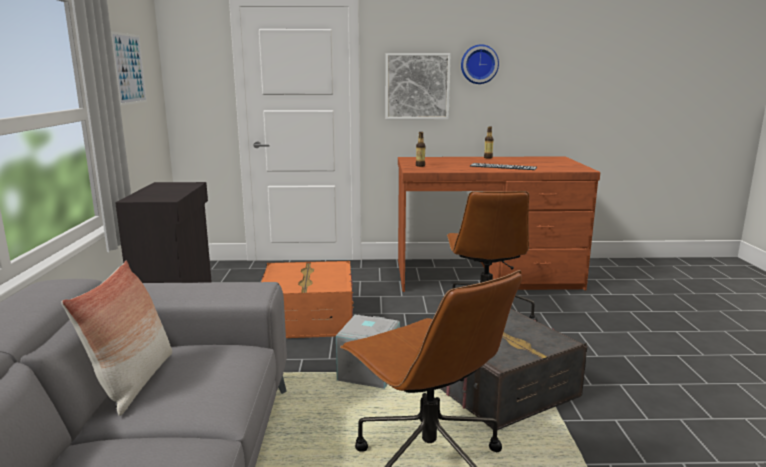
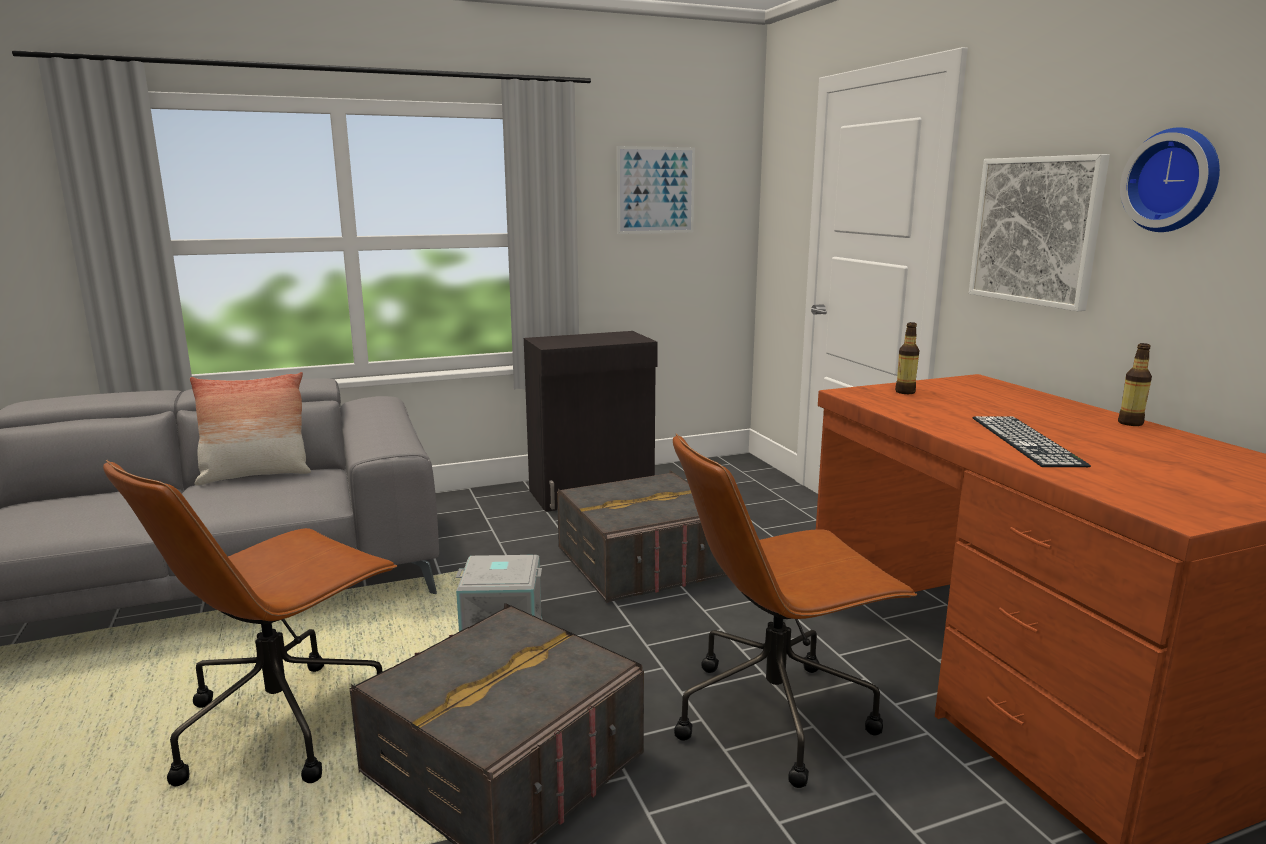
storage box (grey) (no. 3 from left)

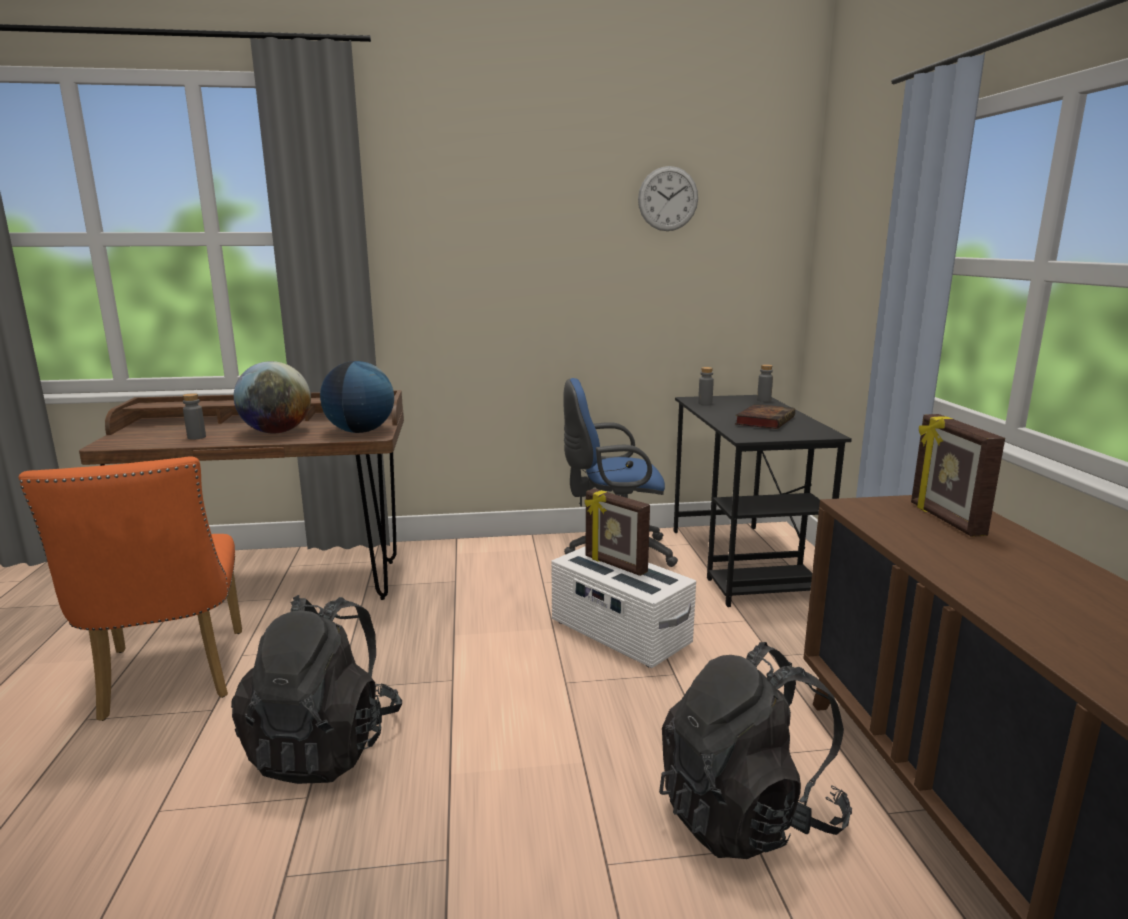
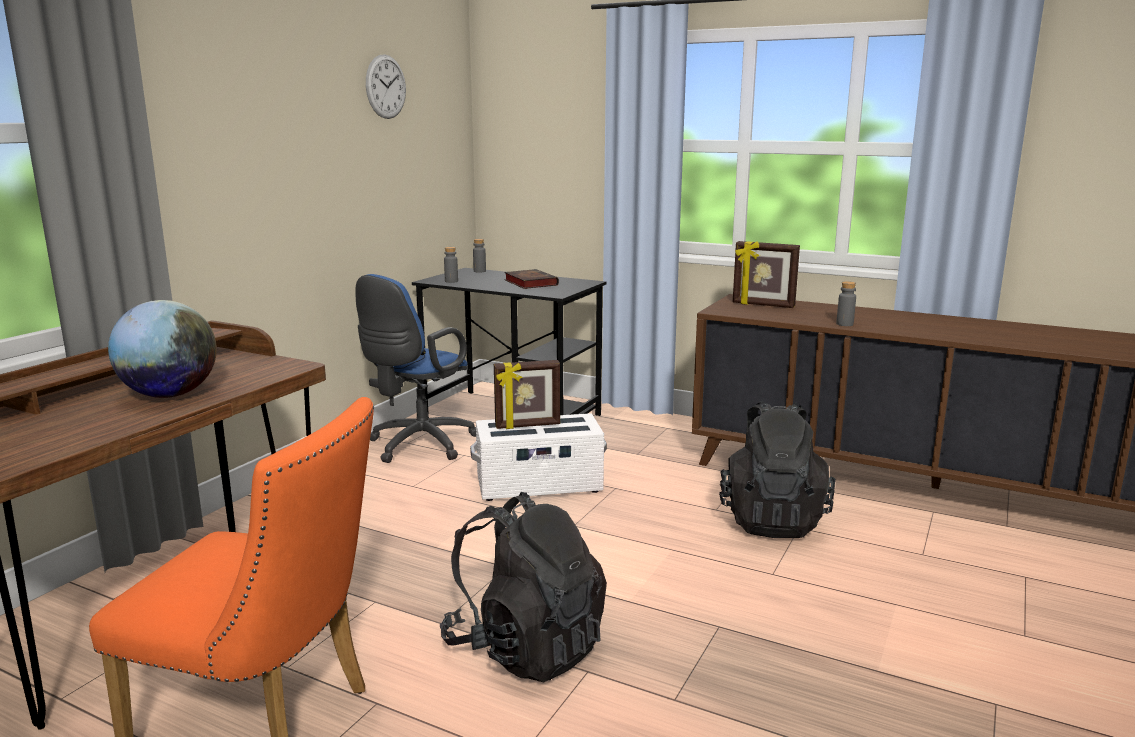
globe (no. 2 from left in the first image); bottle (grey) (no. 3 from left)

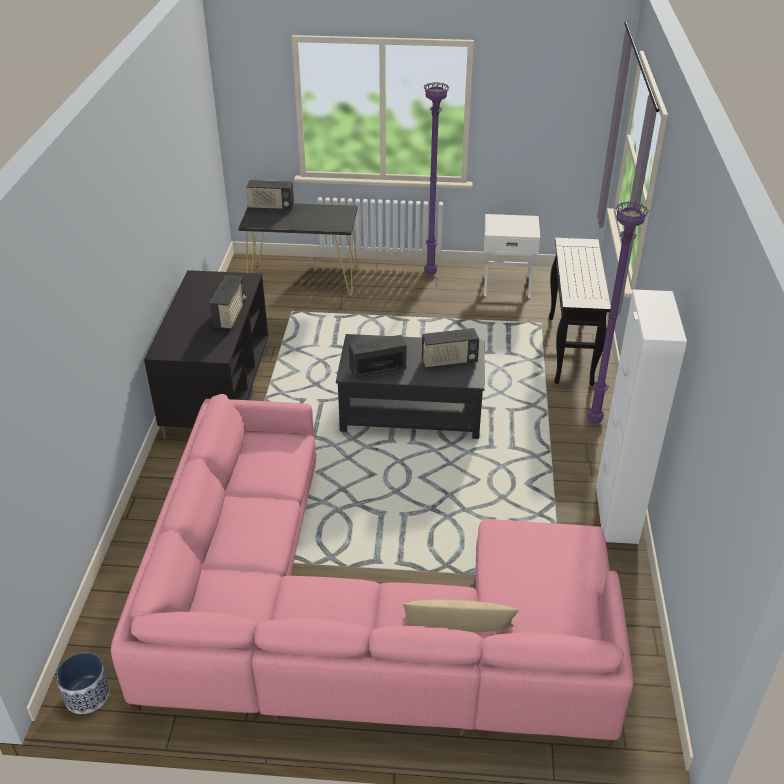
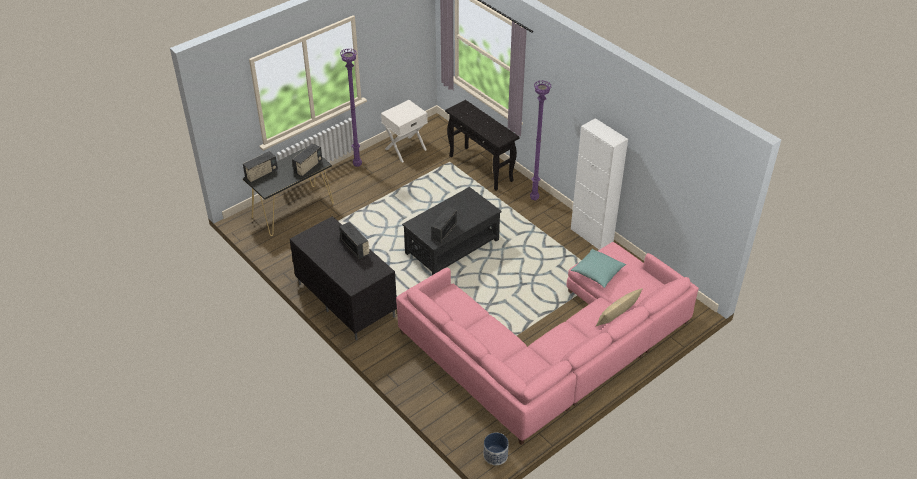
radio (no. 2 from left); pillow (turquoise)

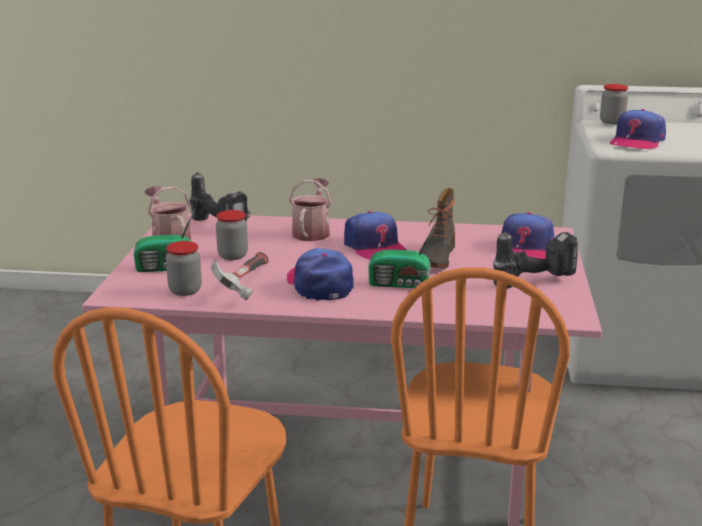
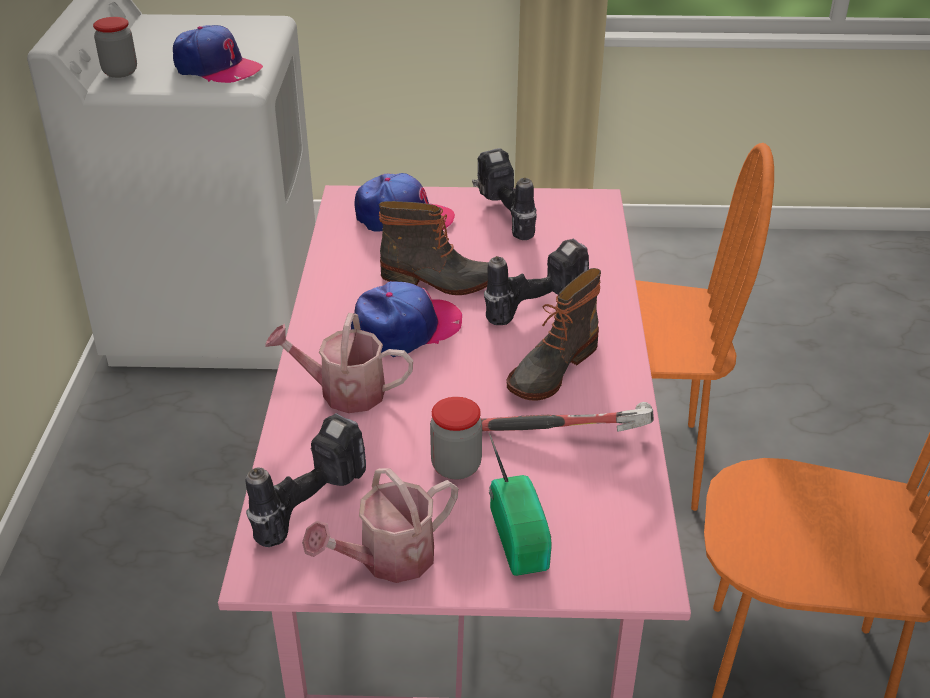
power drill (no. 3 from left); jar (no. 1 from left in the first image); boot (no. 2 from left)

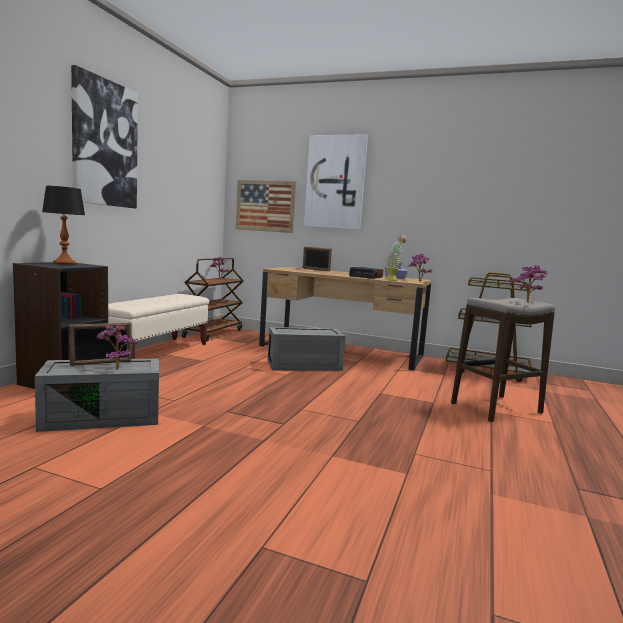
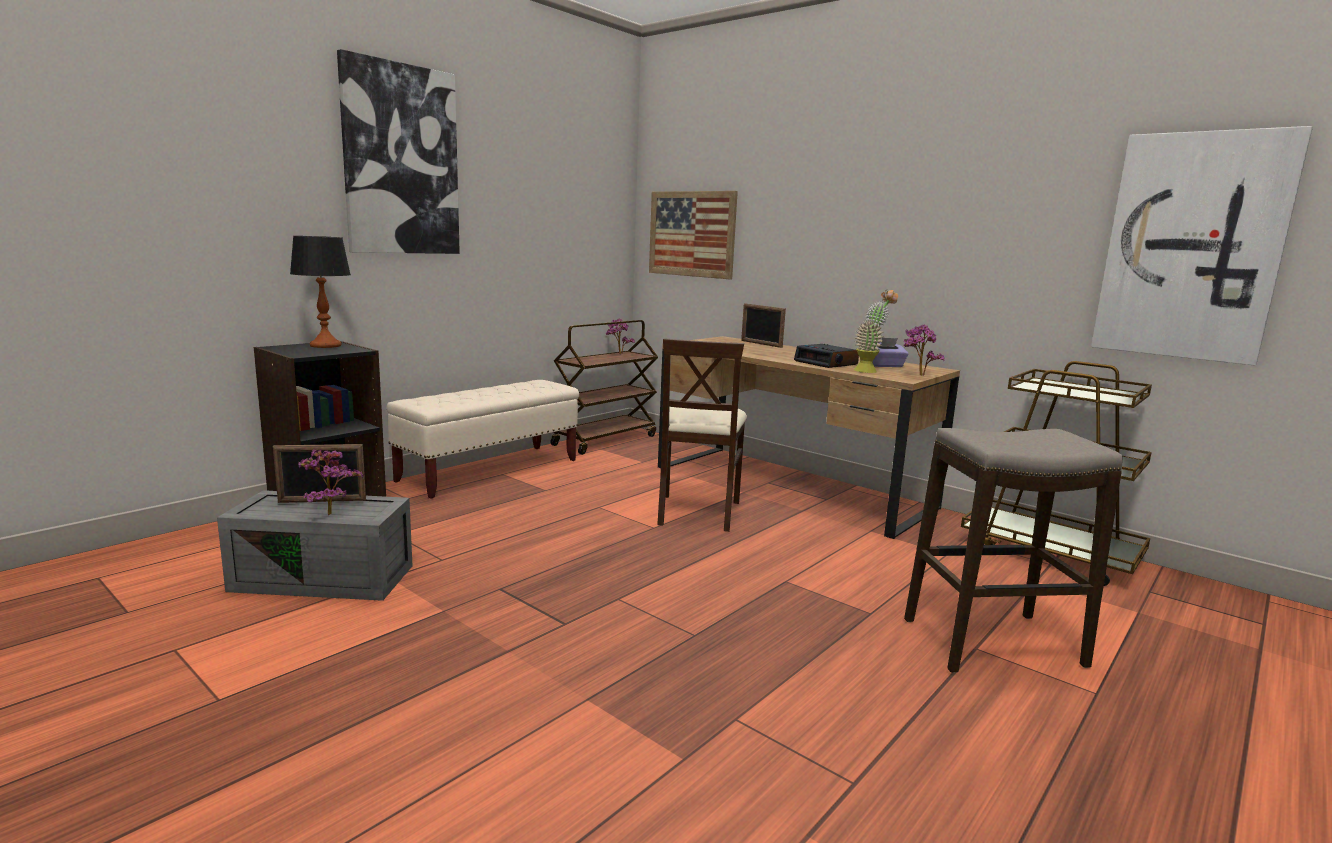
picture (no. 3 from left); potted plant (no. 5 from left in the first image); chair (beige)

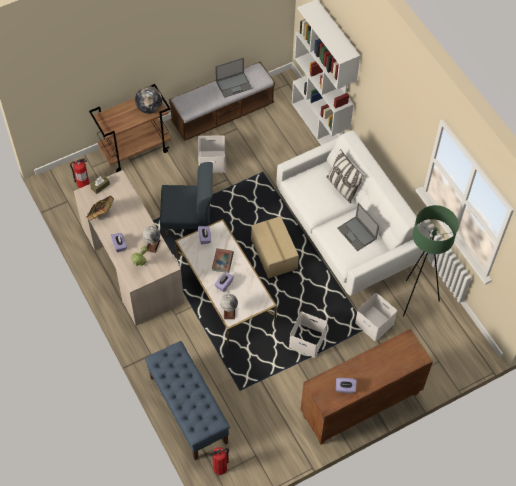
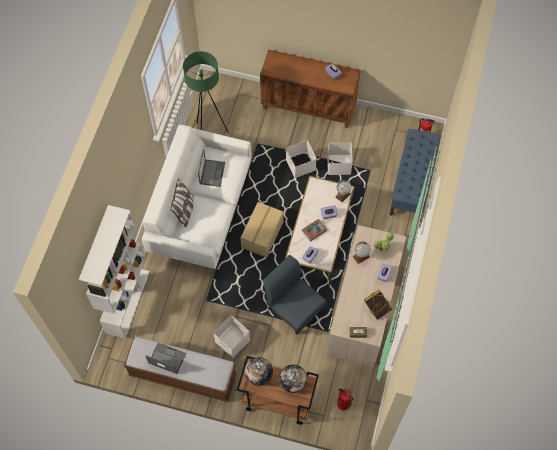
storage box (white) (no. 3 from left); globe (no. 2 from left)

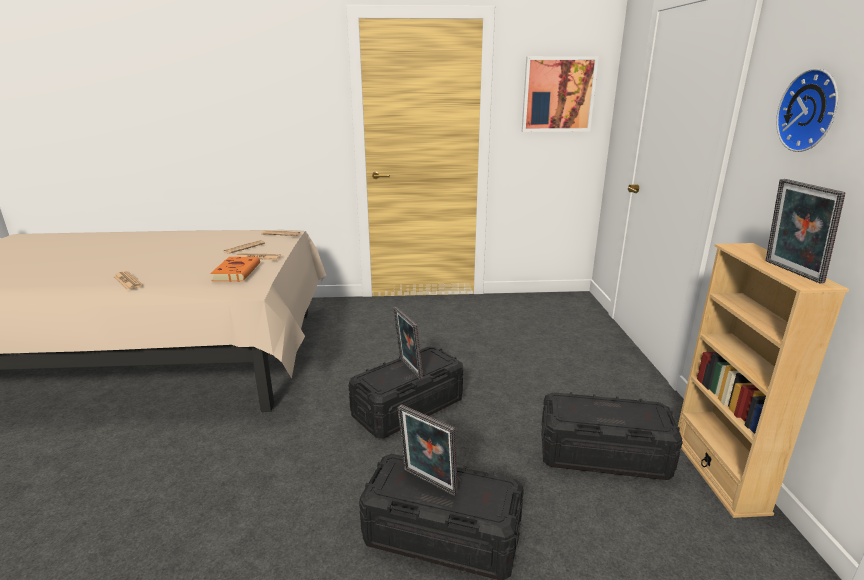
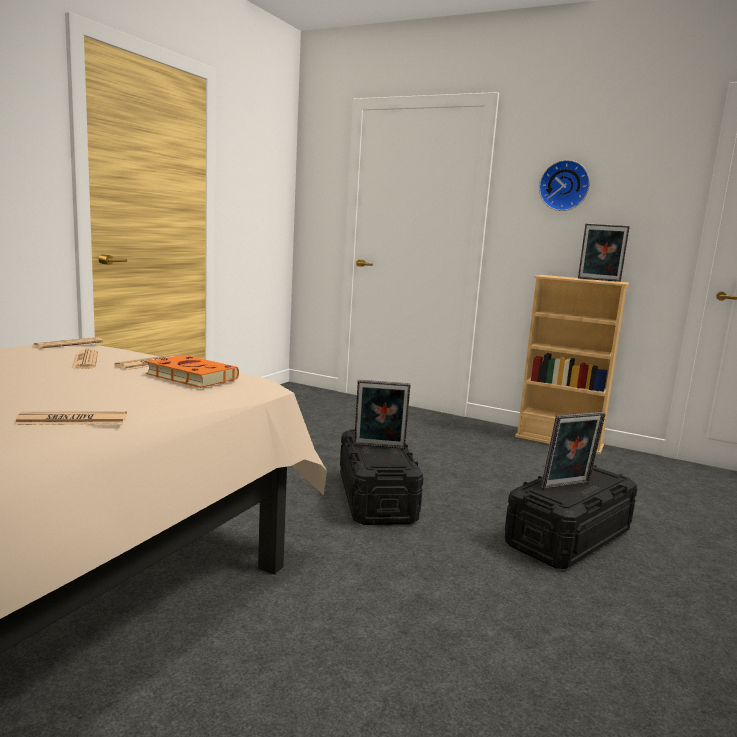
picture; storage box (black) (no. 3 from left in the first image)

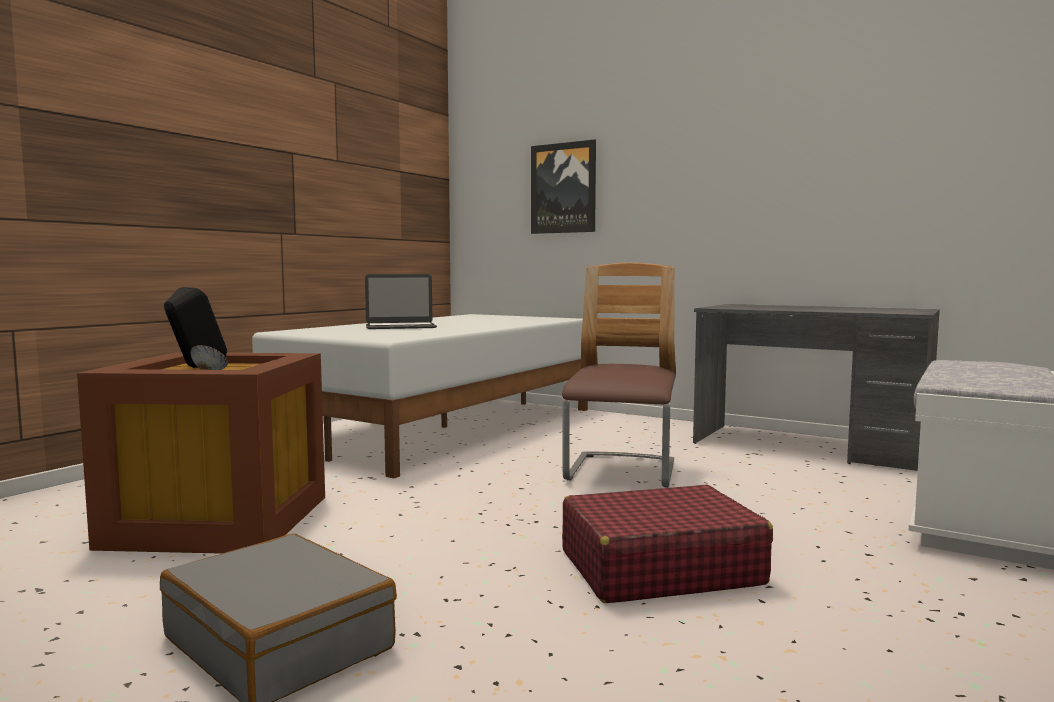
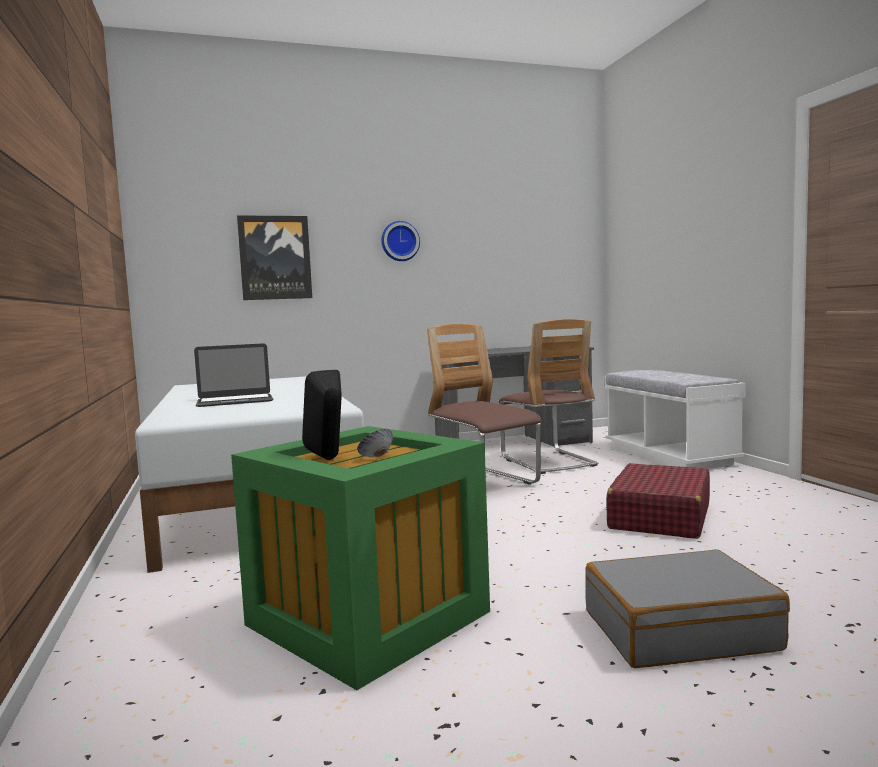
laptop; storage box (green); wall clock; chair (no. 2 from left)

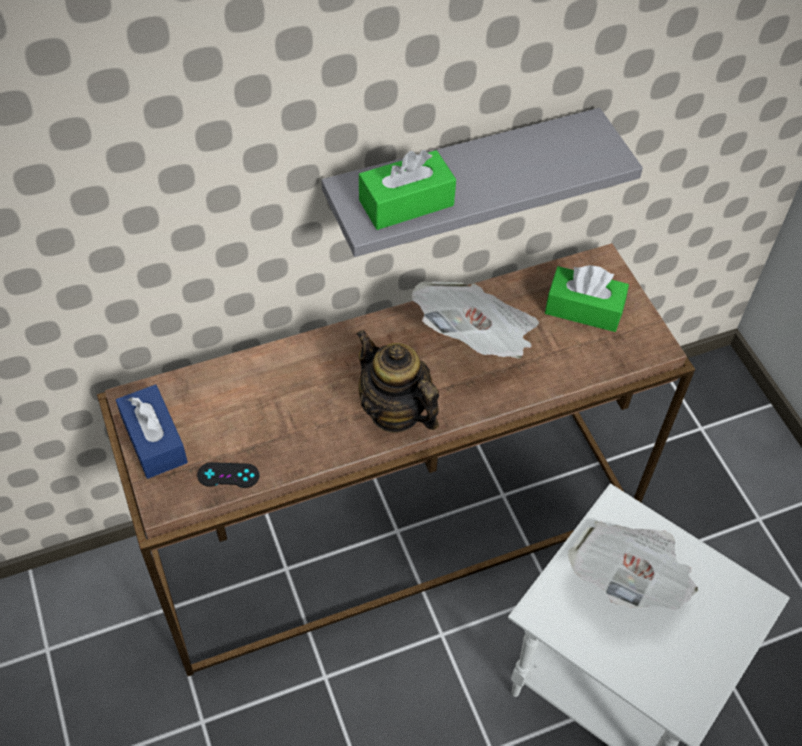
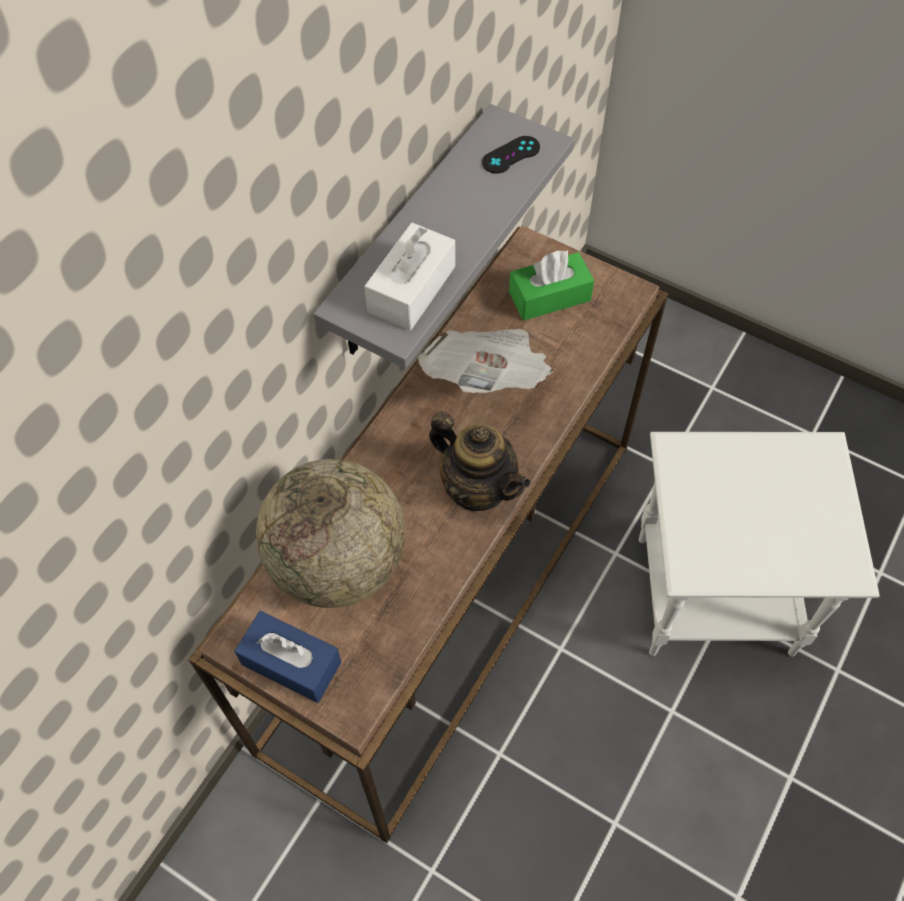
tissue box (white); teapot; game controller (black); newspaper (no. 2 from left in the first image); globe

